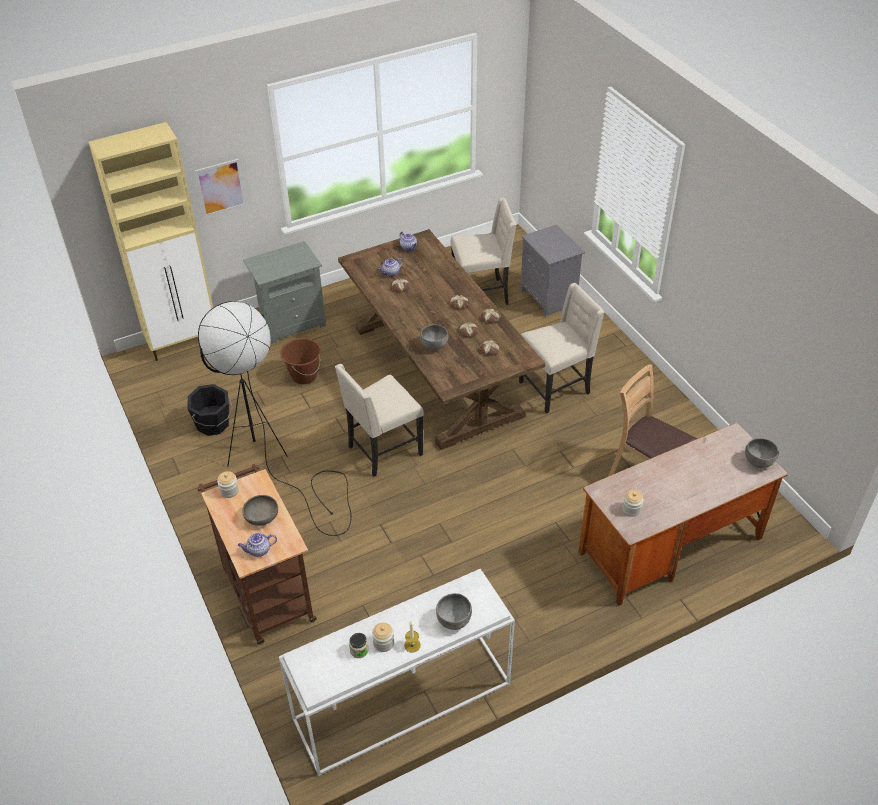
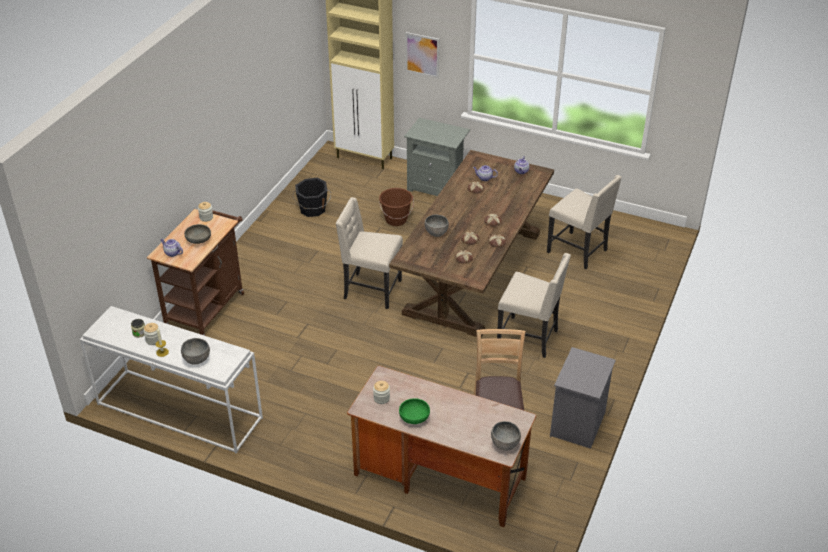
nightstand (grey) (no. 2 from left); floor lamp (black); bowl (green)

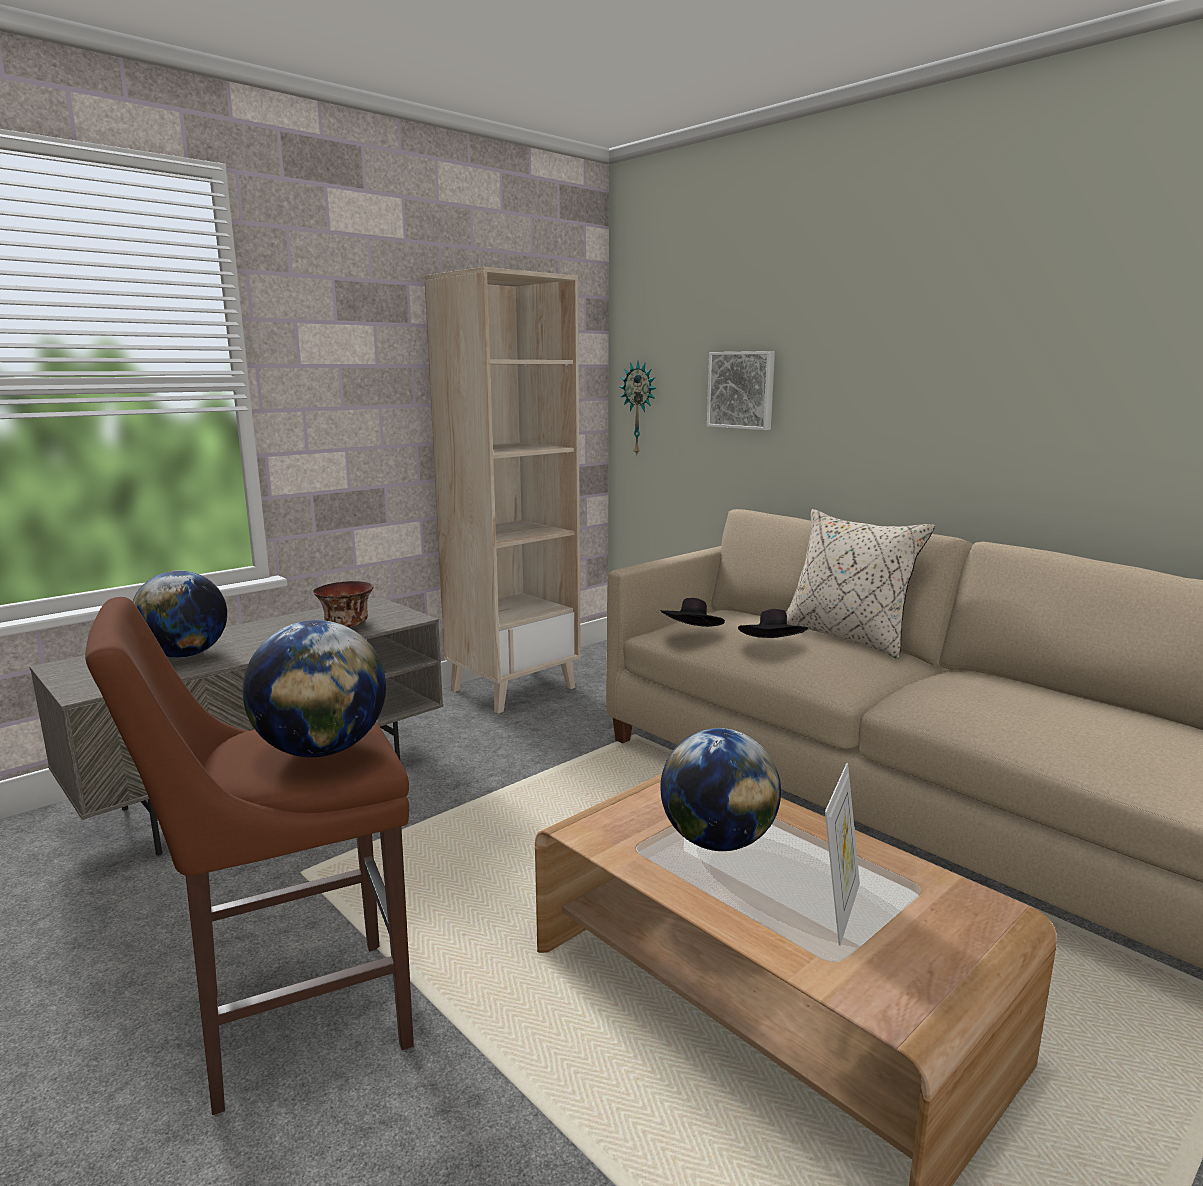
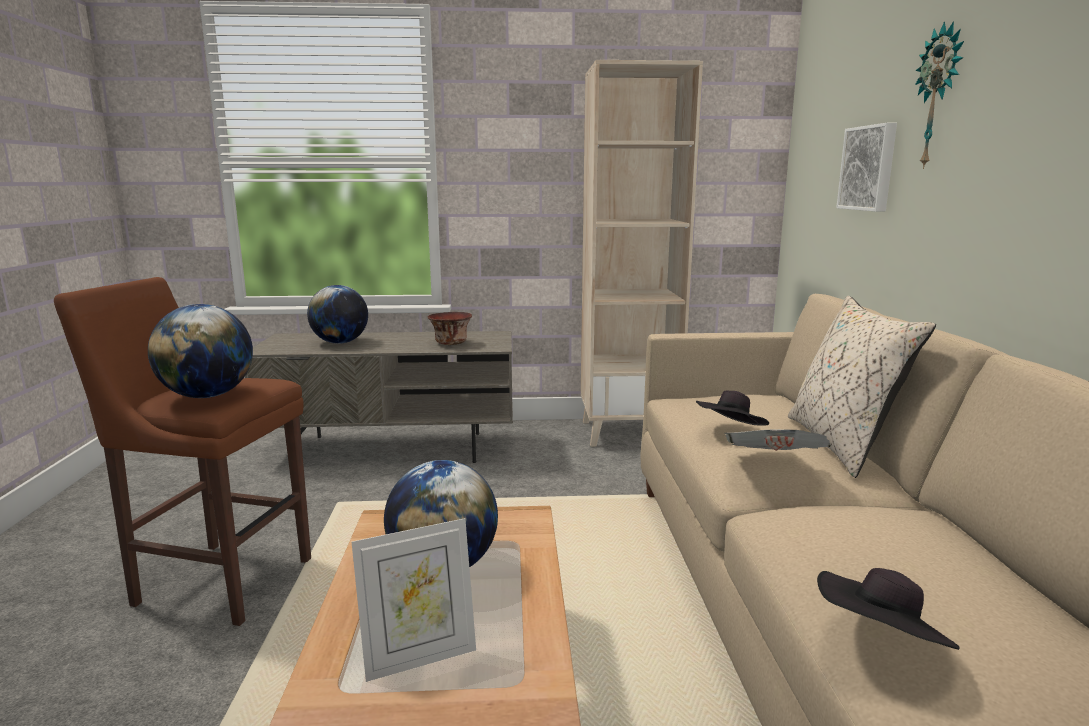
wall clock; hat (black) (no. 2 from left); newspaper

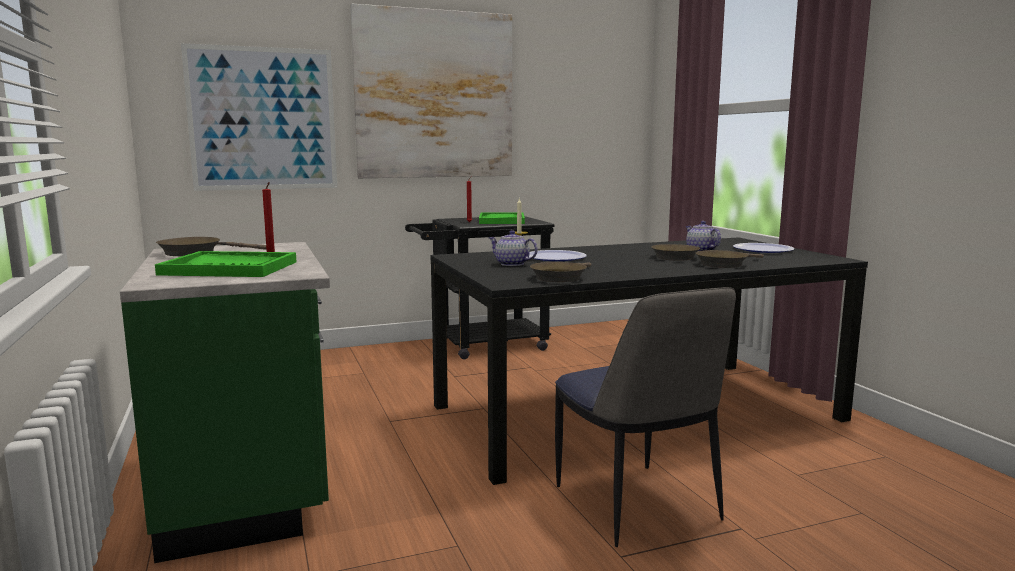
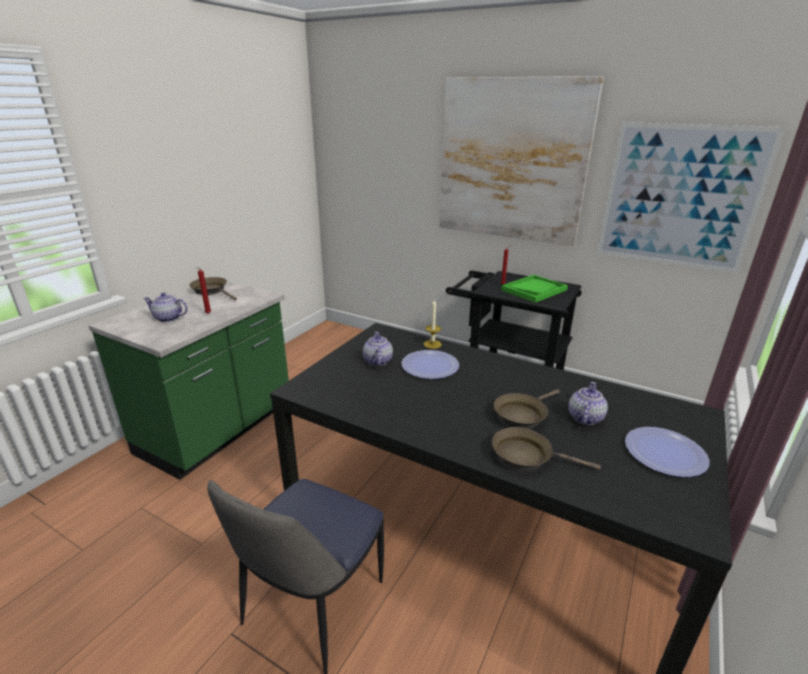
picture (no. 2 from left); teapot (no. 1 from left); frying pan (brown) (no. 2 from left in the first image)

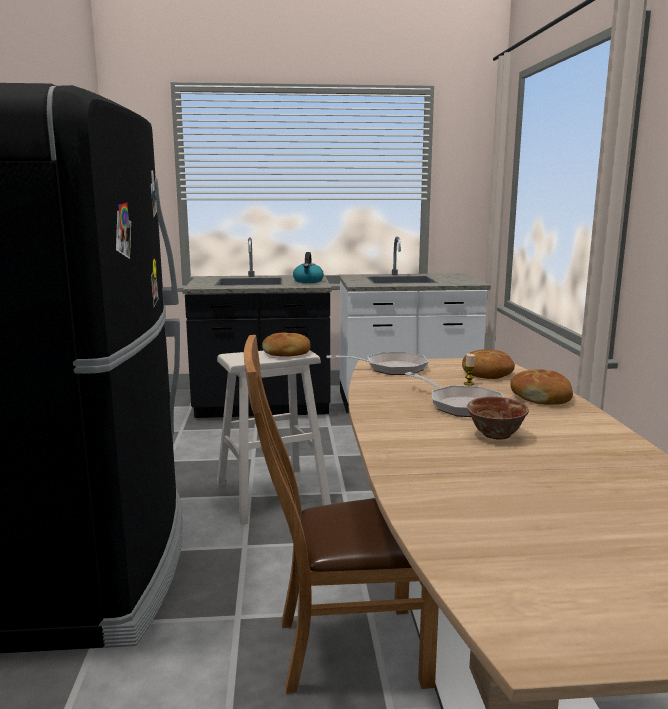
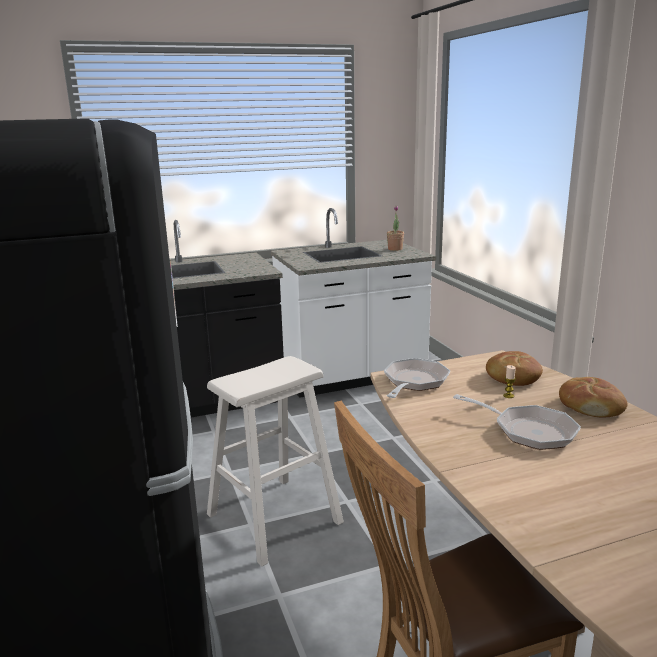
kettle; bread (no. 1 from left in the first image); frying pan (no. 1 from left); bowl; potted plant

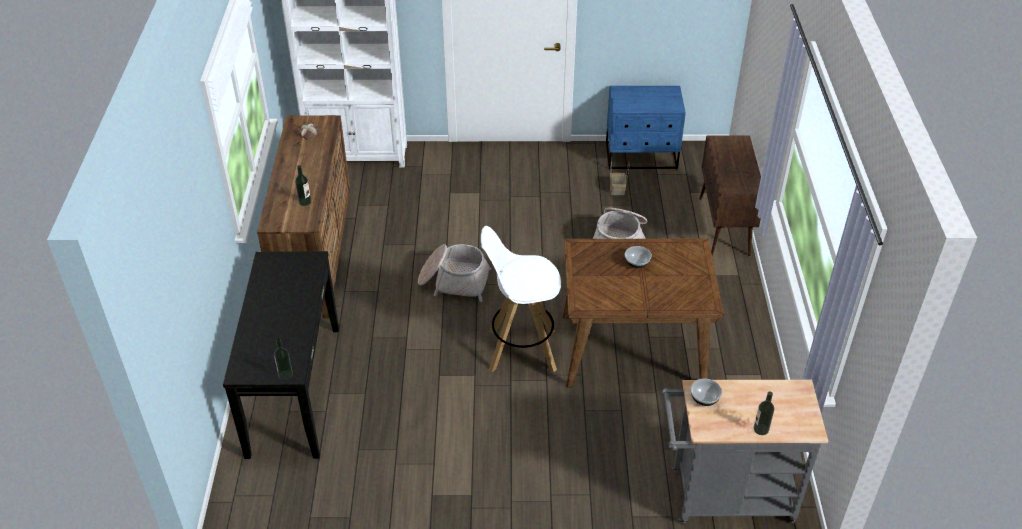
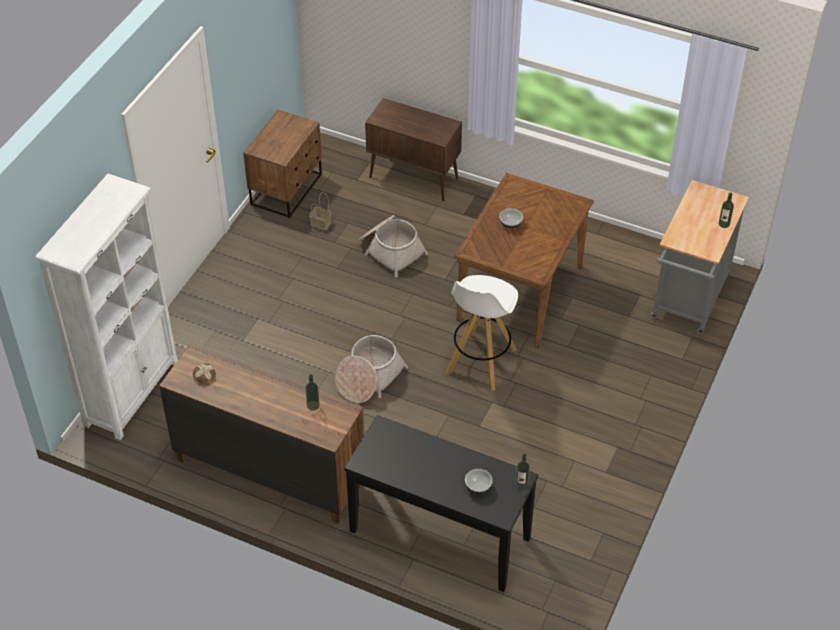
nightstand (brown); bowl (no. 1 from left)

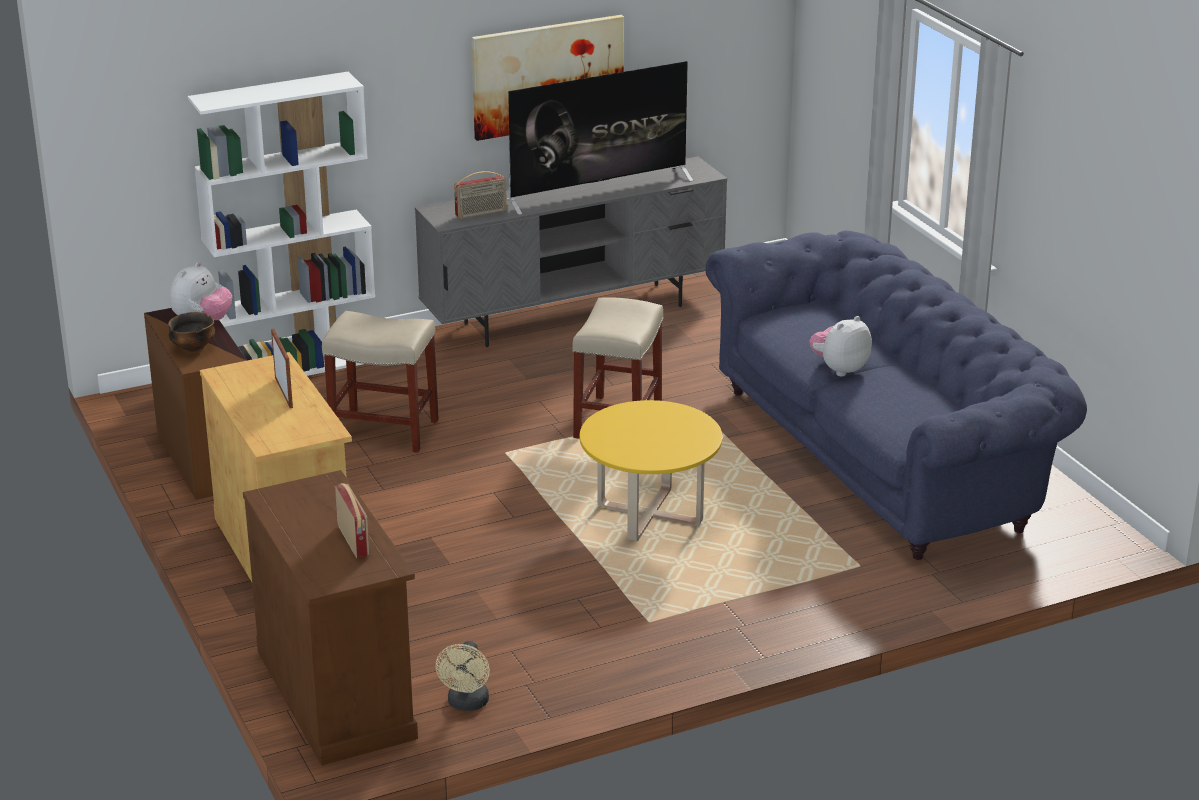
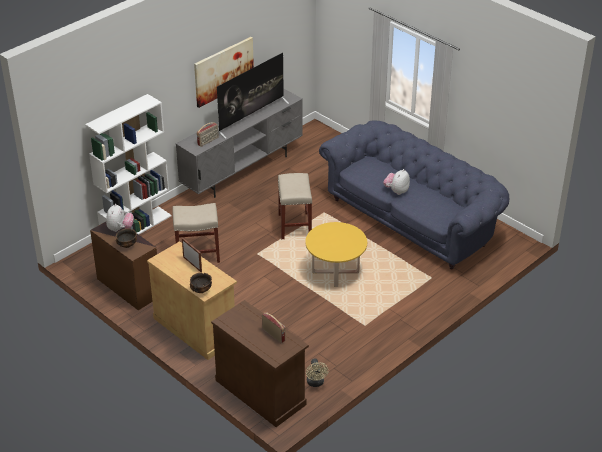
bowl (no. 2 from left)

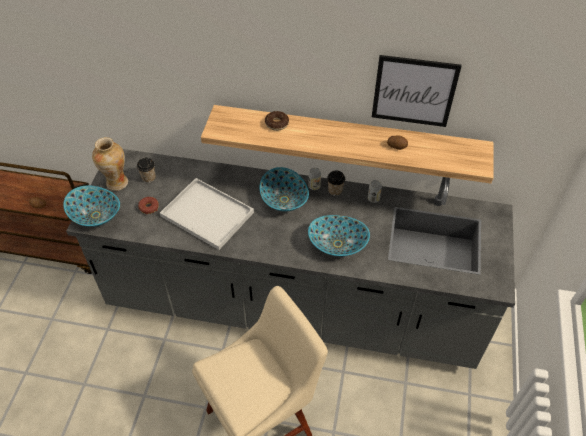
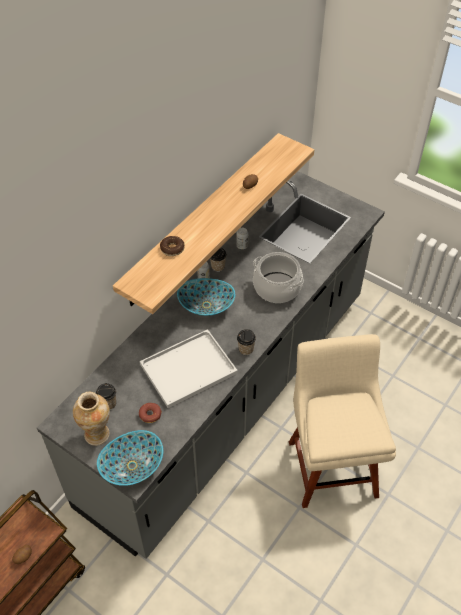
picture; cooking pot; cup (no. 3 from left)

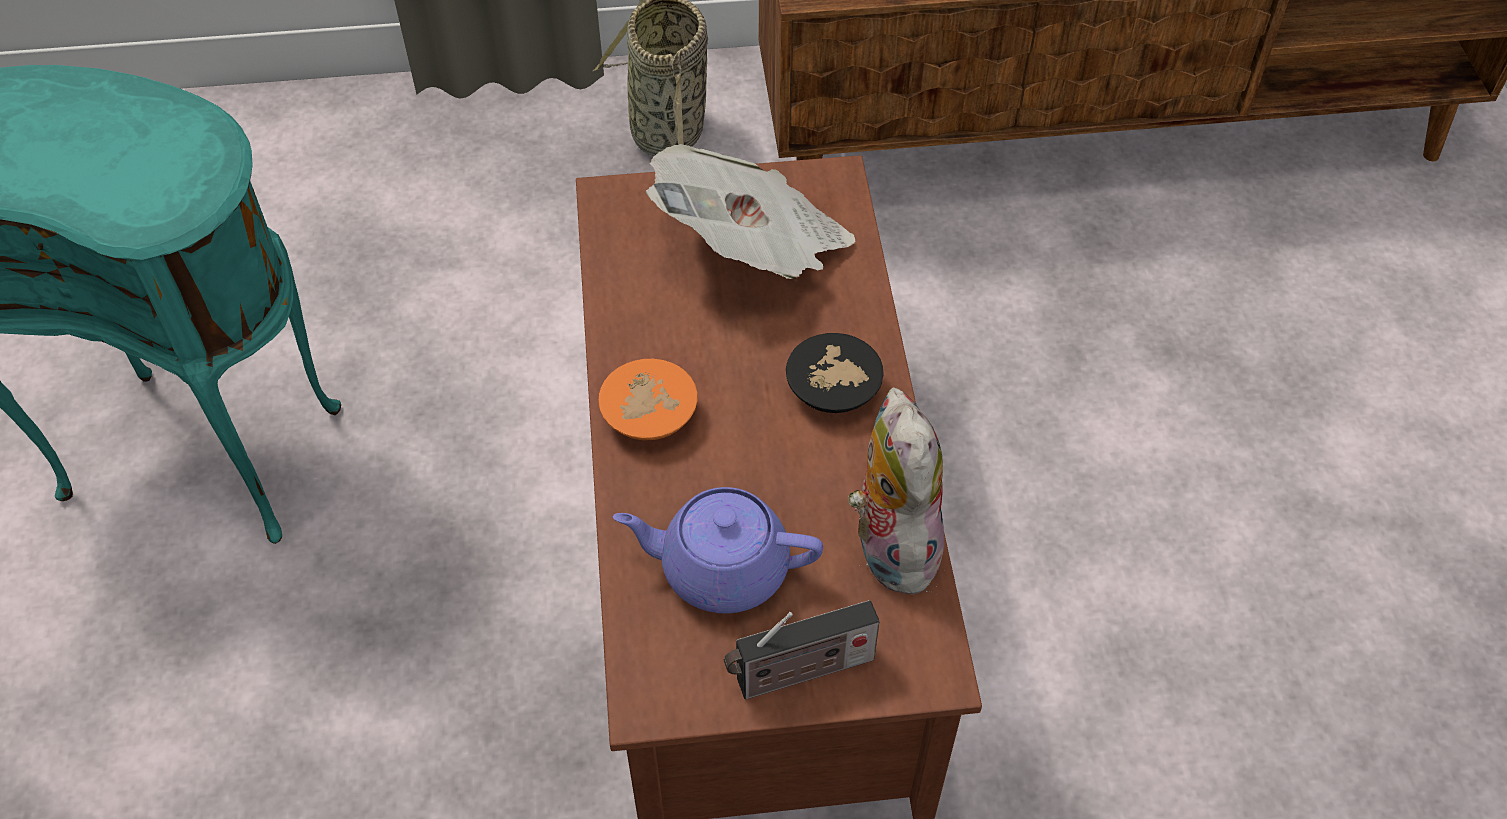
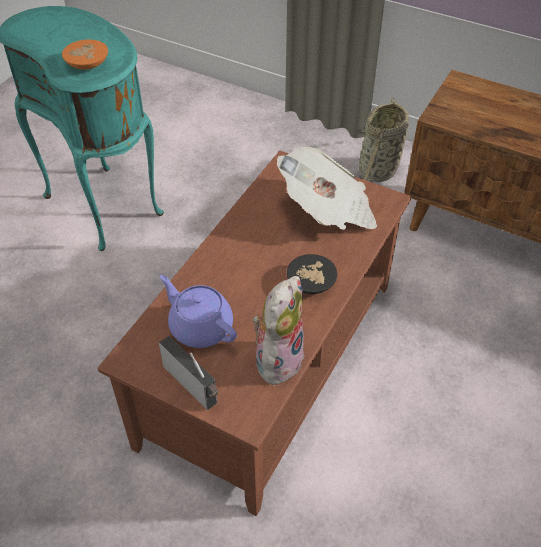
bowl (orange); radio

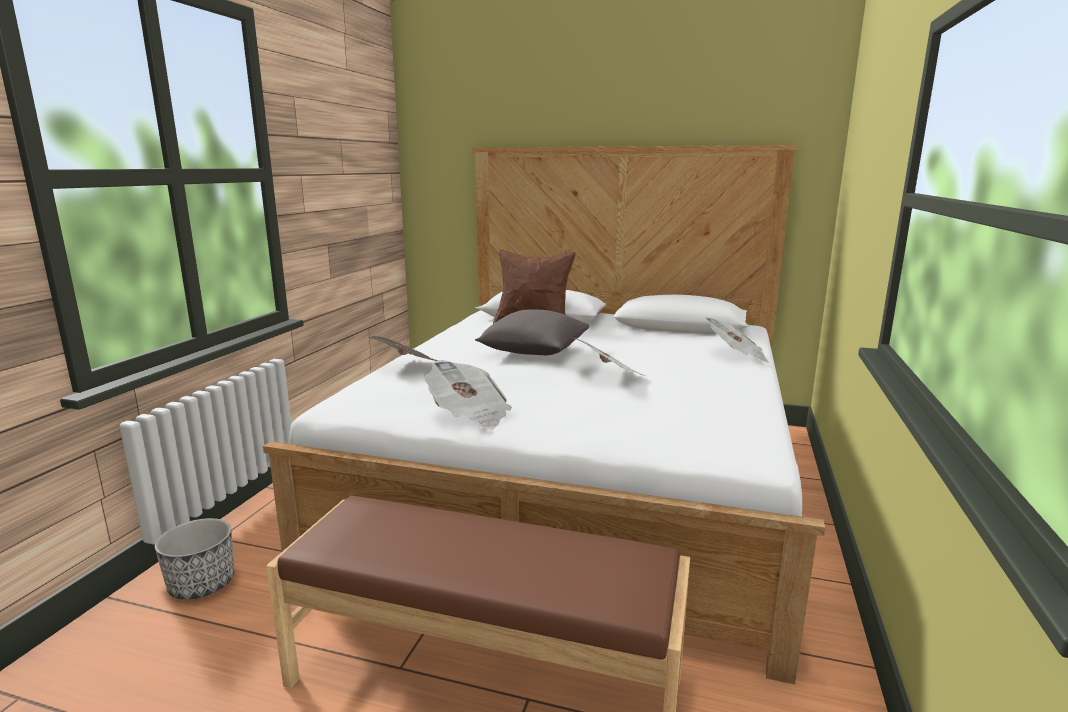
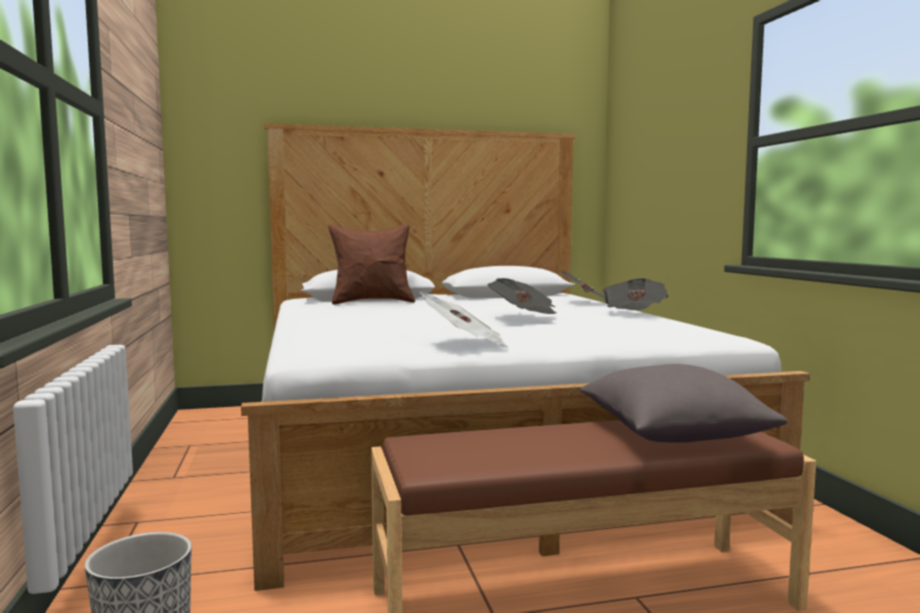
pillow (grey); newspaper (no. 4 from left)

